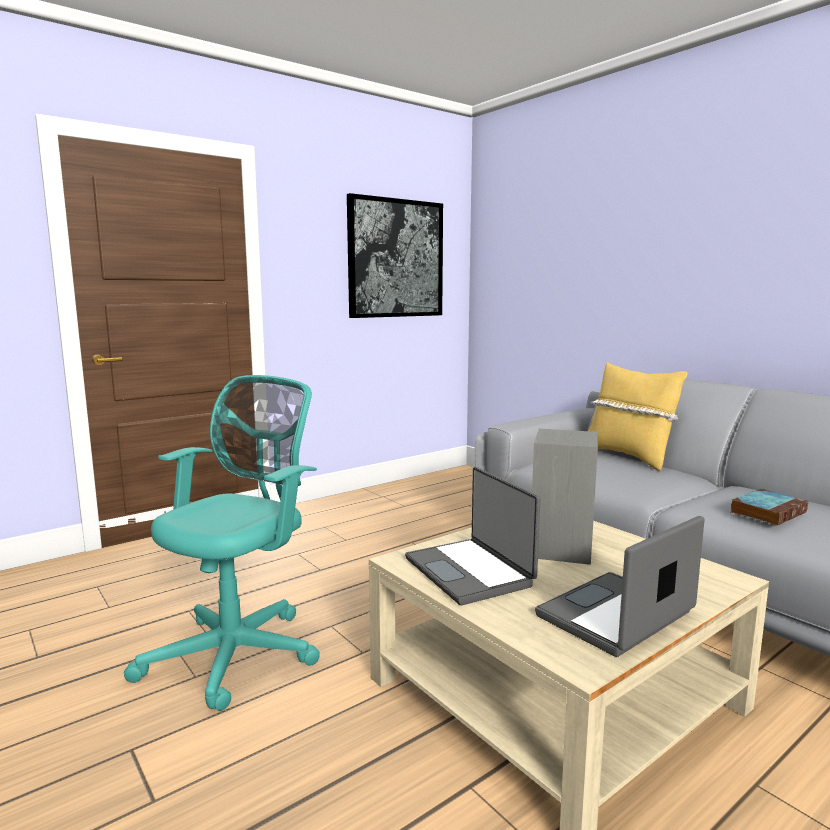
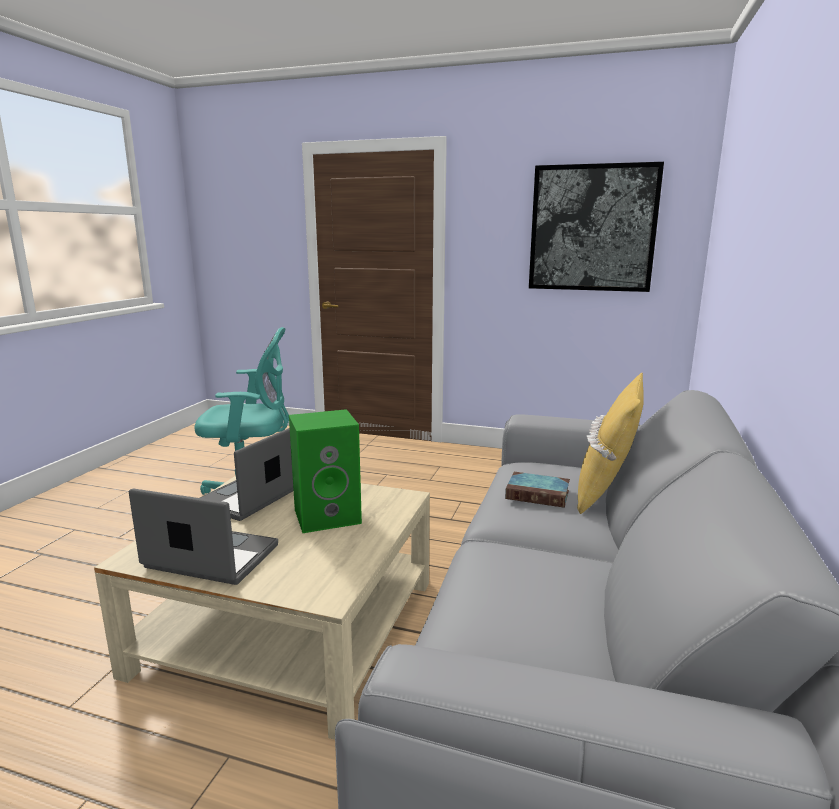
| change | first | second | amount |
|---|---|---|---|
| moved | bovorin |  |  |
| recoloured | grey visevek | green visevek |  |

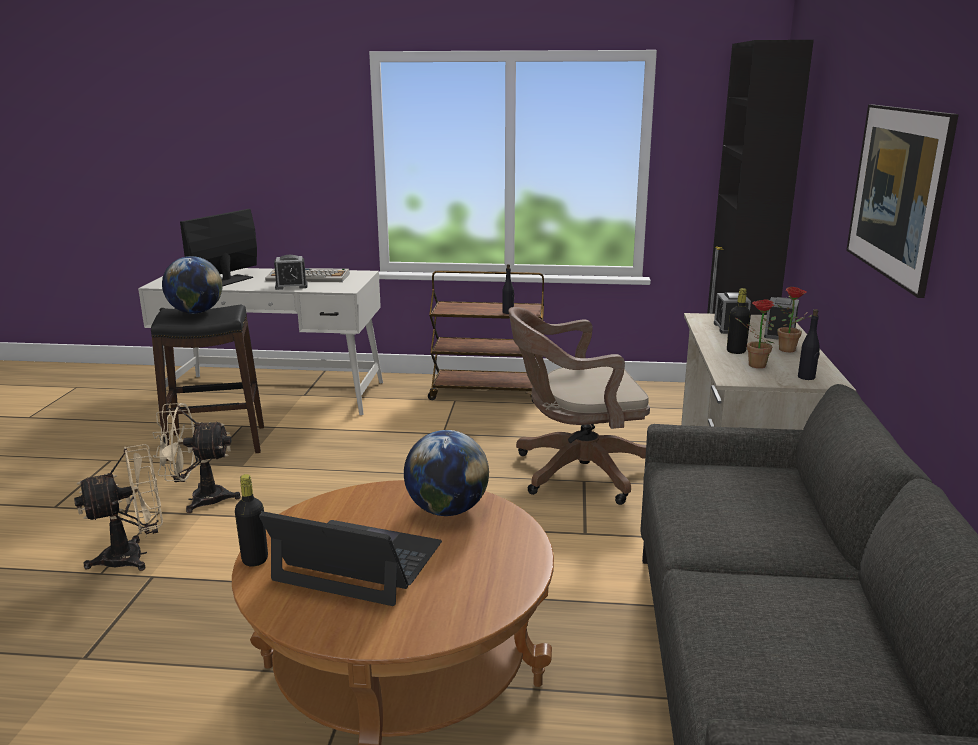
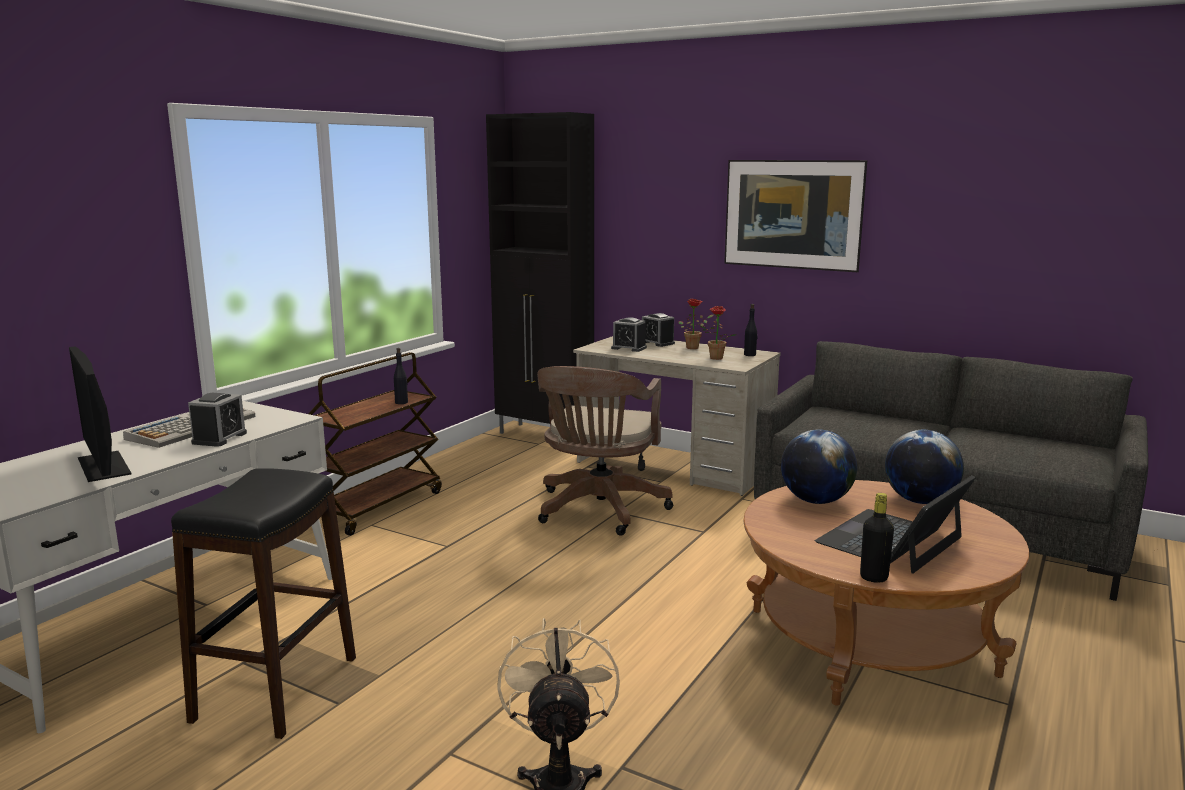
| change | first | second | amount |
|---|---|---|---|
| removed | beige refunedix (2nd from left) |  |  |
| removed | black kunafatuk (3rd from left) |  |  |
| moved | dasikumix (1st from left in the first image) | dasikumix (2nd from left) |  |

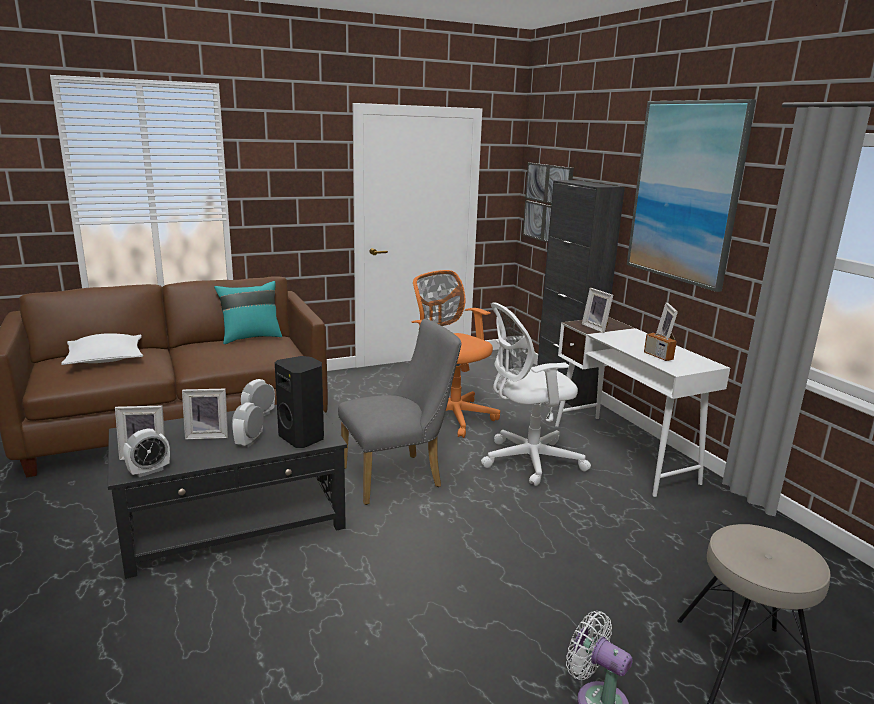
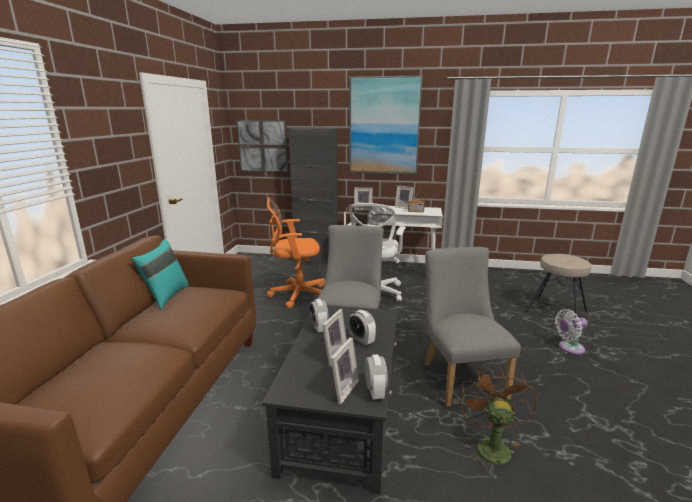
| change | first | second | amount |
|---|---|---|---|
| removed | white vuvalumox |  |  |
| removed | black visevek |  |  |
| added |  | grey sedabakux (2nd from left) |  |
| added |  | brown refunedix |  |

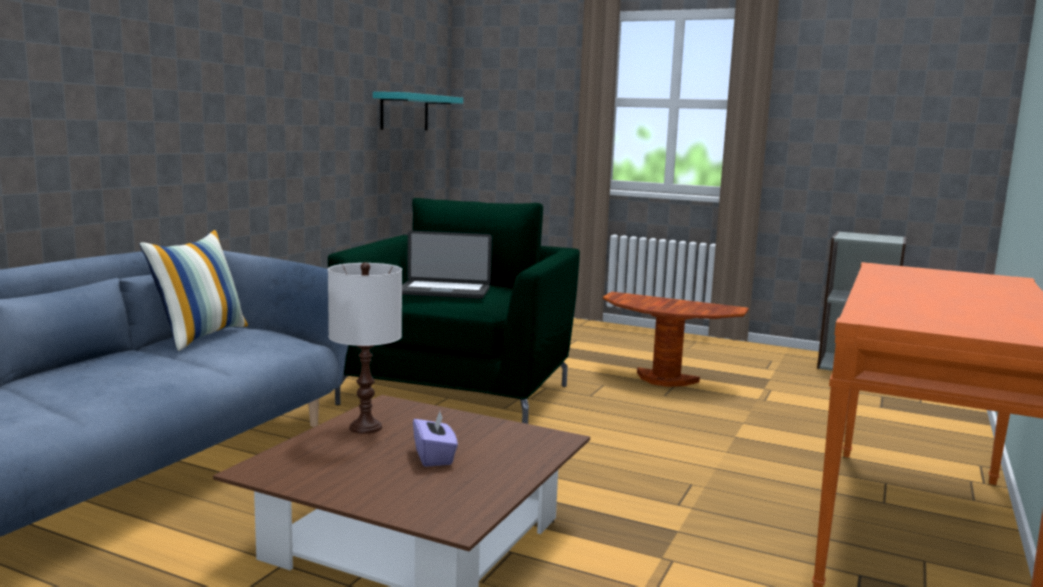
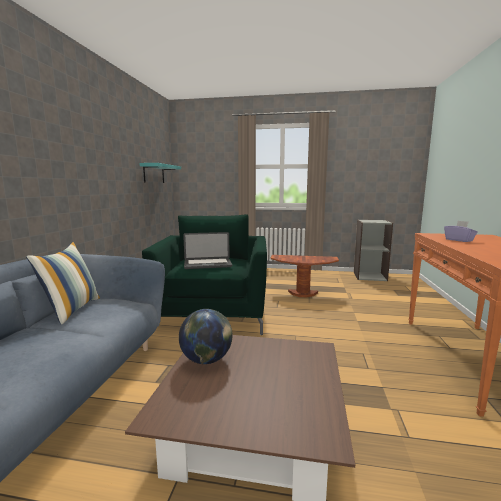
| change | first | second | amount |
|---|---|---|---|
| moved | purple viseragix |  |  |
| replaced | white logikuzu | dasikumix |  |

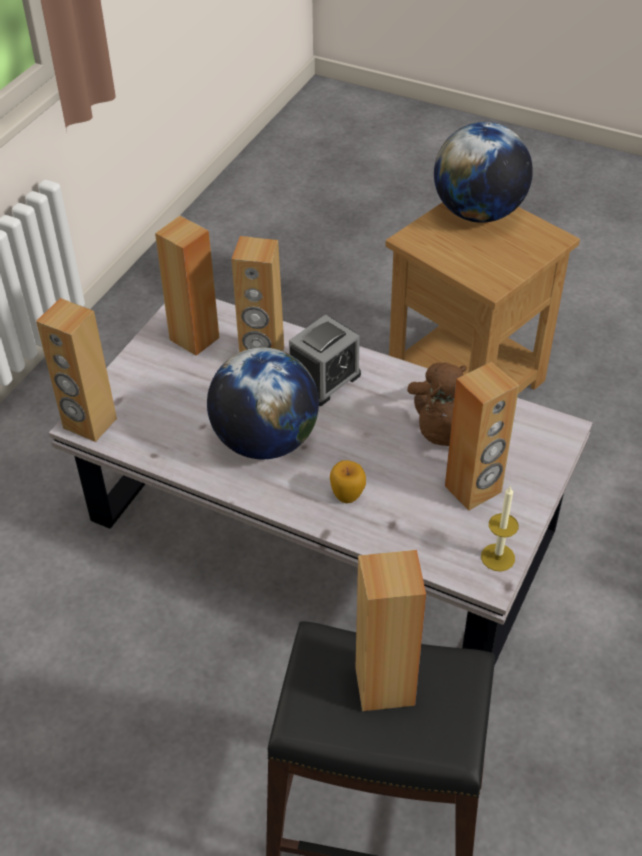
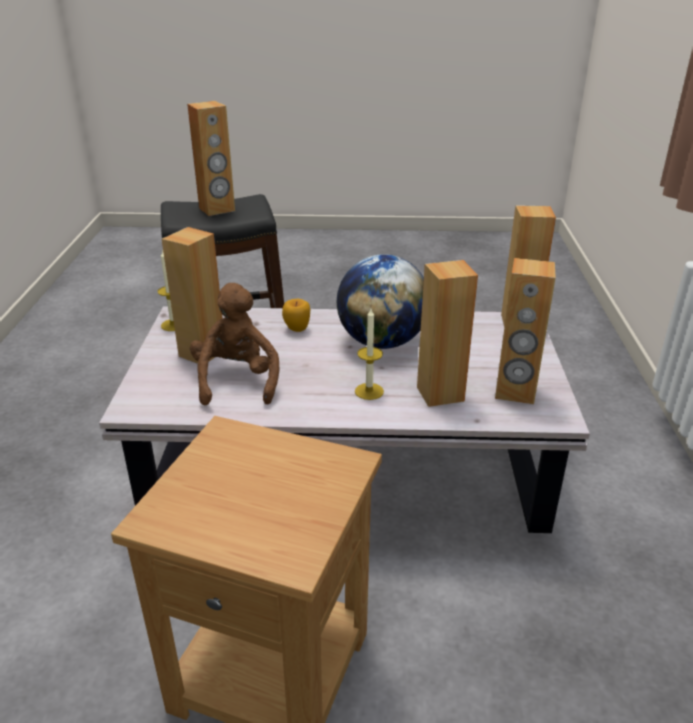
| change | first | second | amount |
|---|---|---|---|
| removed | dasikumix (2nd from left) |  |  |
| replaced | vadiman | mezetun (2nd from left) |  |

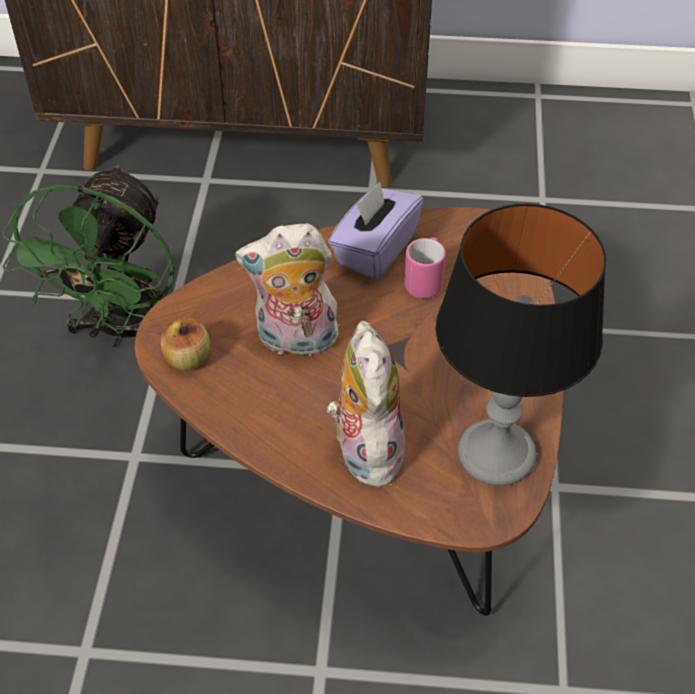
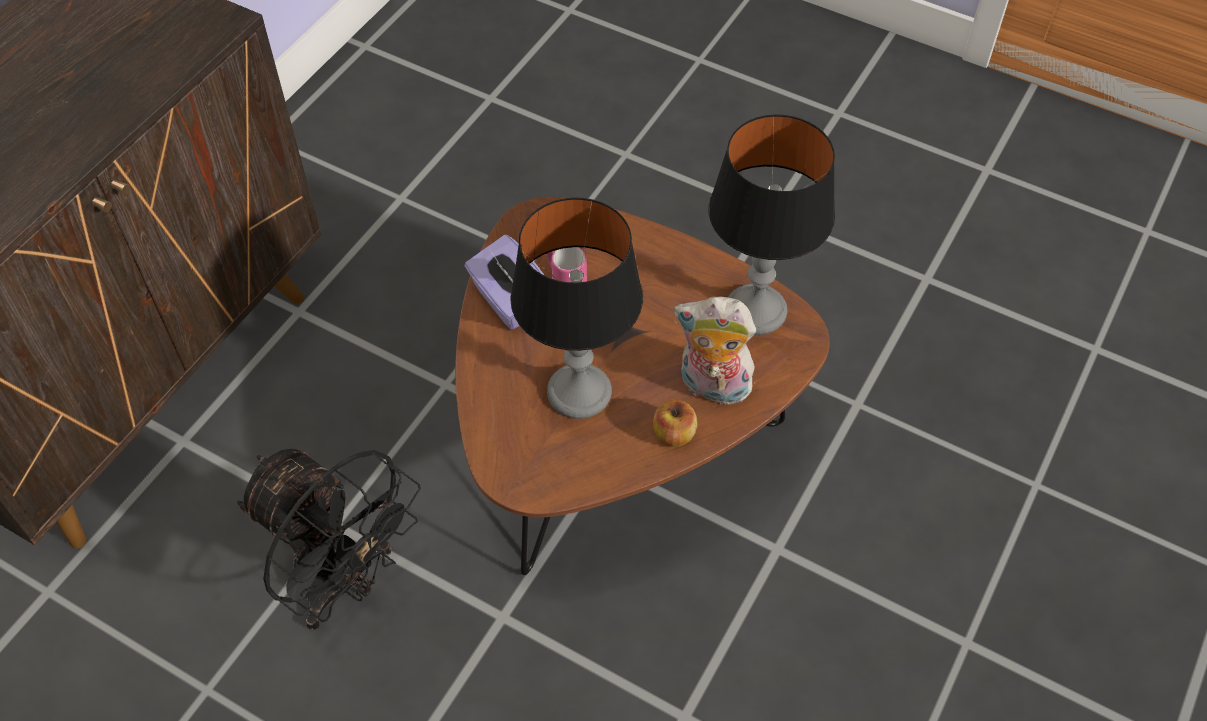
| change | first | second | amount |
|---|---|---|---|
| moved | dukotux |  |  |
| replaced | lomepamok (1st from left) | logikuzu (1st from left) |  |
| recoloured | green refunedix | black refunedix |  |

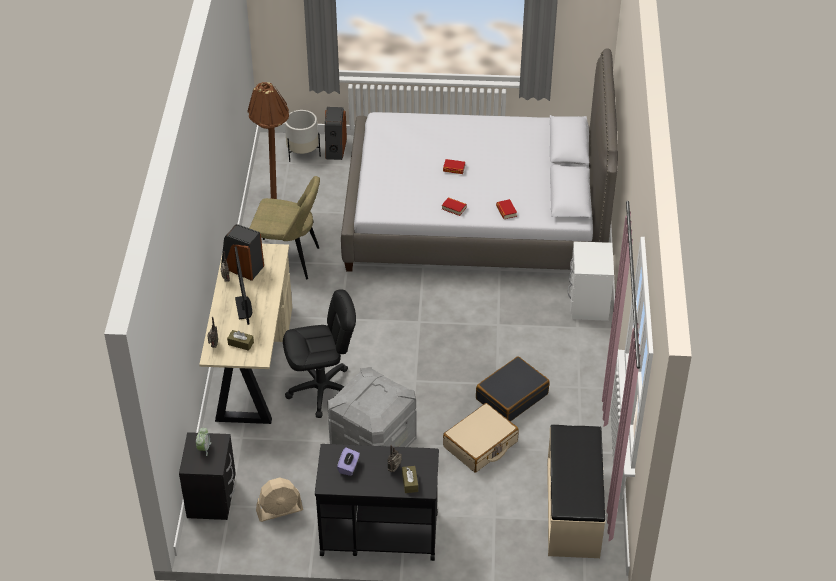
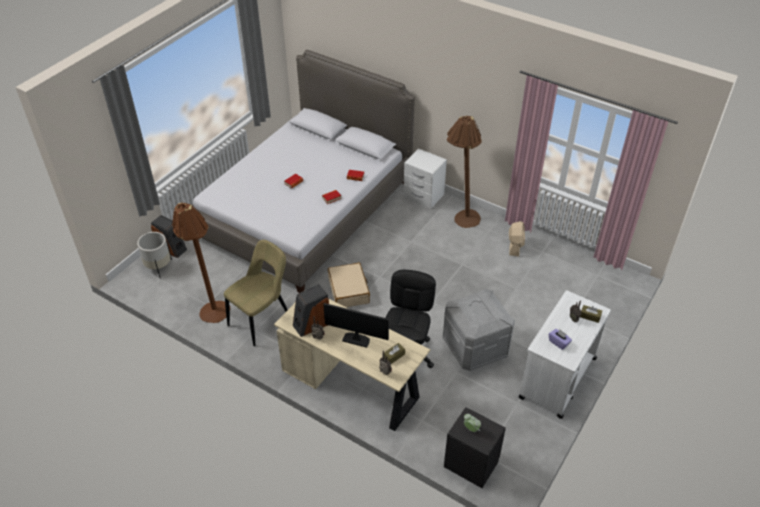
| change | first | second | amount |
|---|---|---|---|
| removed | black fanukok |  |  |
| removed | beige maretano |  |  |
| added |  | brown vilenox (2nd from left) |  |
| moved | beige refunedix |  |  |
| moved | beige fanukok |  |  |
| recoloured | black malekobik | white malekobik |  |

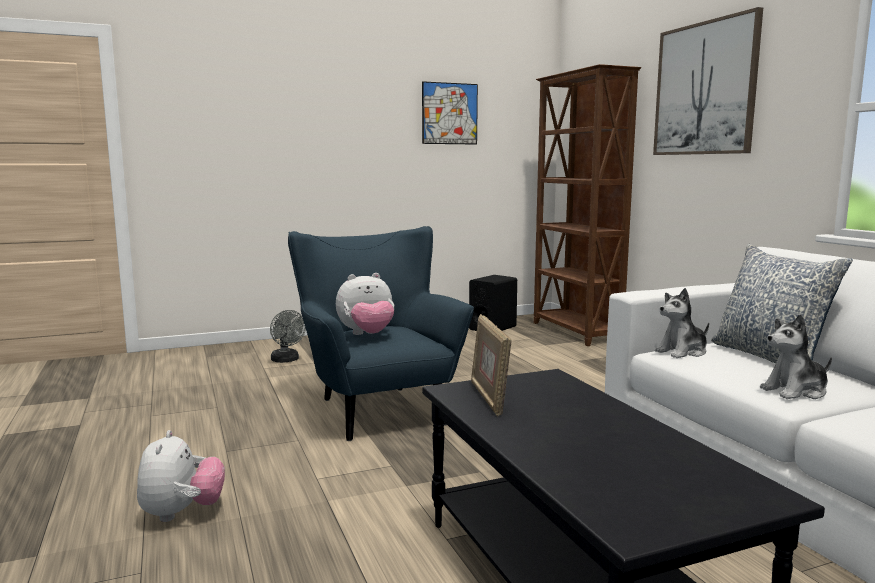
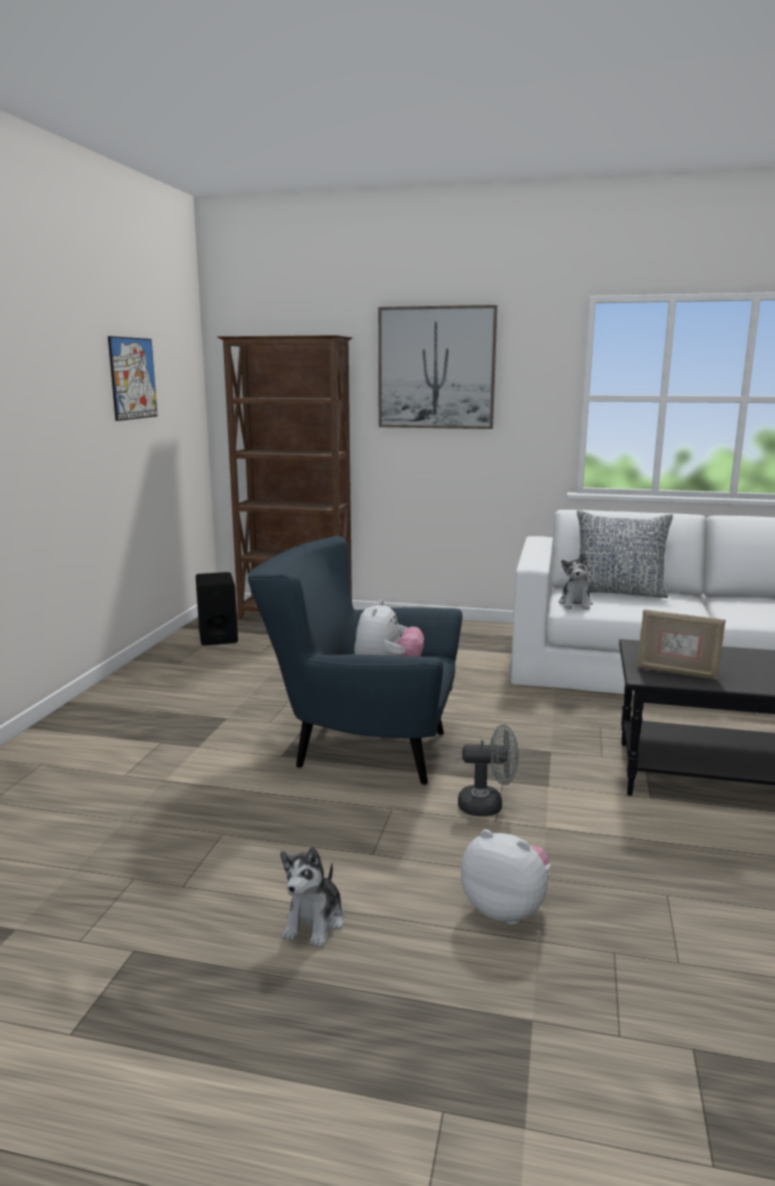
| change | first | second | amount |
|---|---|---|---|
| moved | grey refunedix |  |  |
| moved | lomepamok (4th from left in the first image) | lomepamok (1st from left) |  |

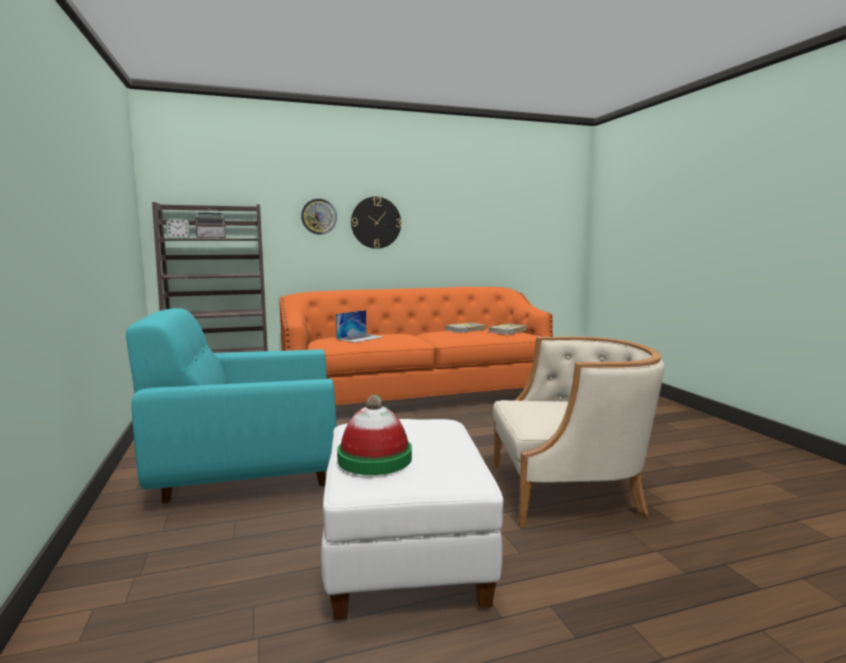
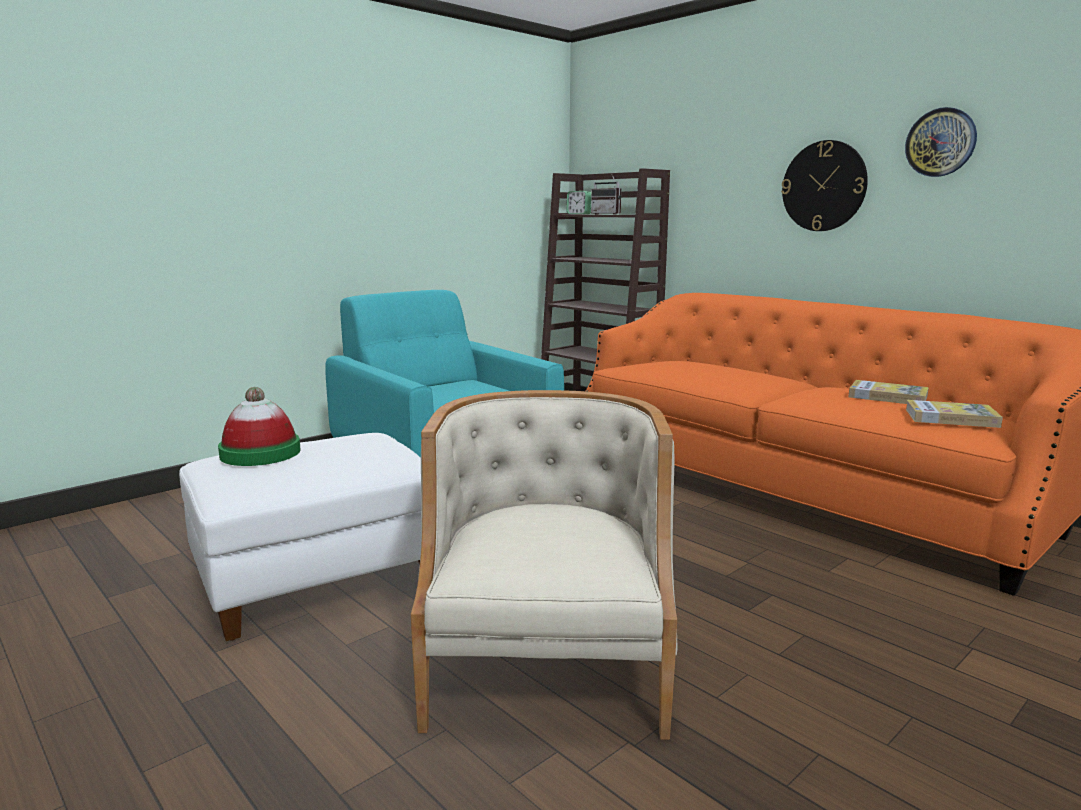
| change | first | second | amount |
|---|---|---|---|
| removed | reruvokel |  |  |
| moved | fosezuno (1st from left in the first image) | fosezuno (2nd from left) |  |
| turned | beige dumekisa |  | 150 degrees counterclockwise |

